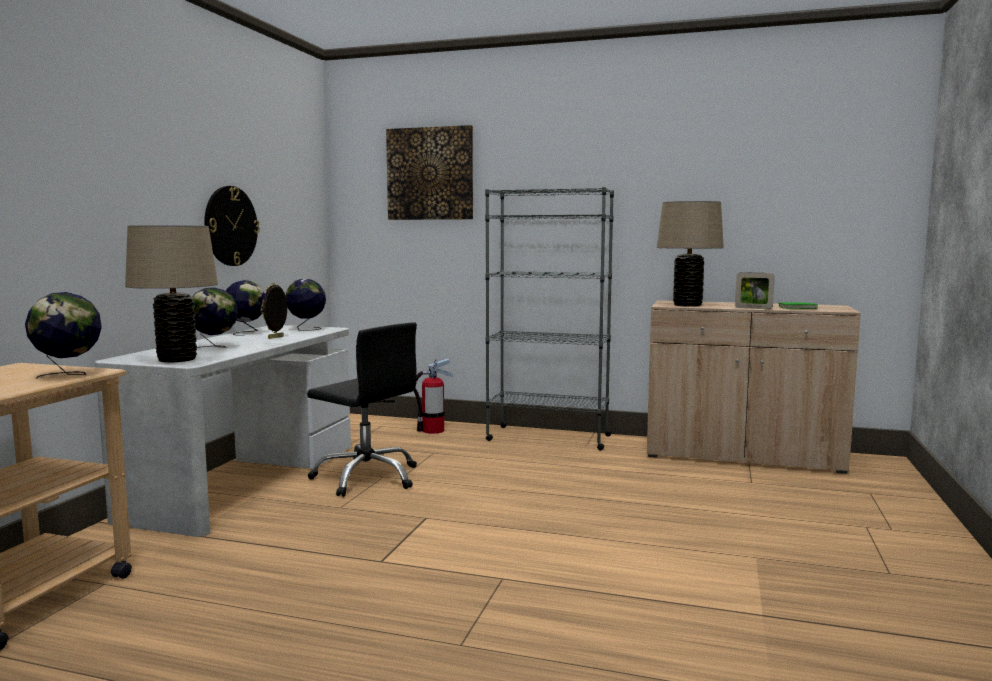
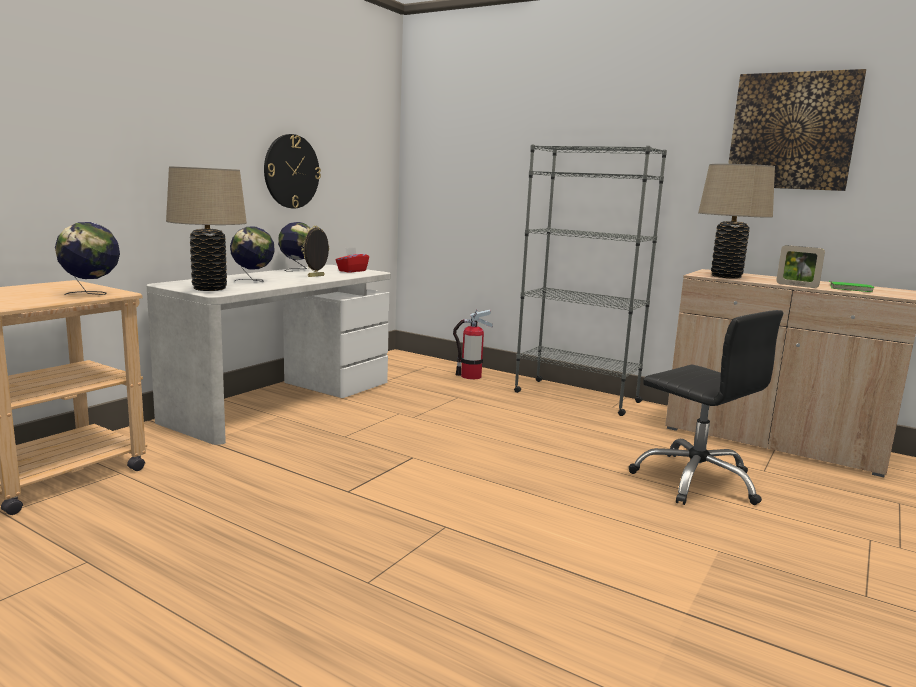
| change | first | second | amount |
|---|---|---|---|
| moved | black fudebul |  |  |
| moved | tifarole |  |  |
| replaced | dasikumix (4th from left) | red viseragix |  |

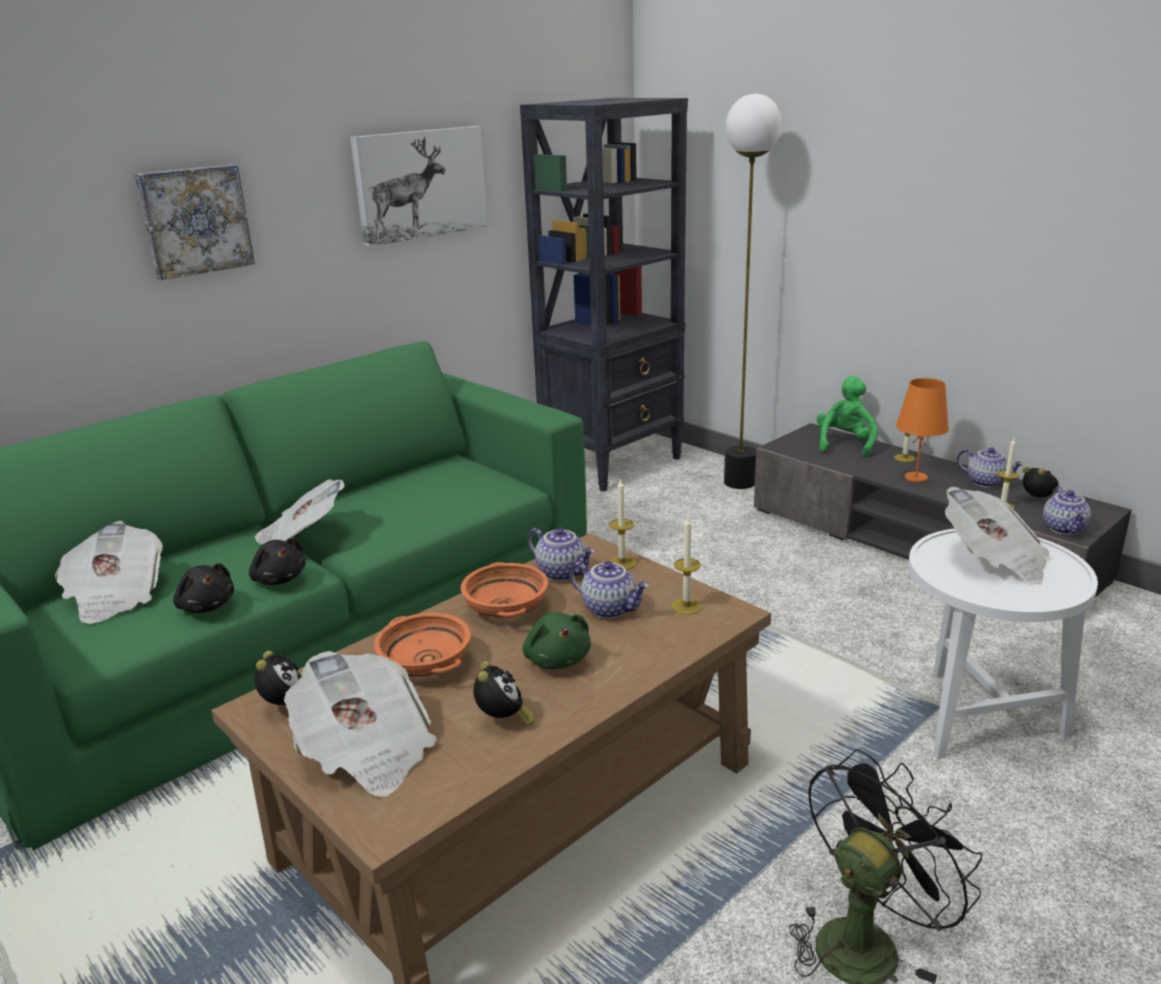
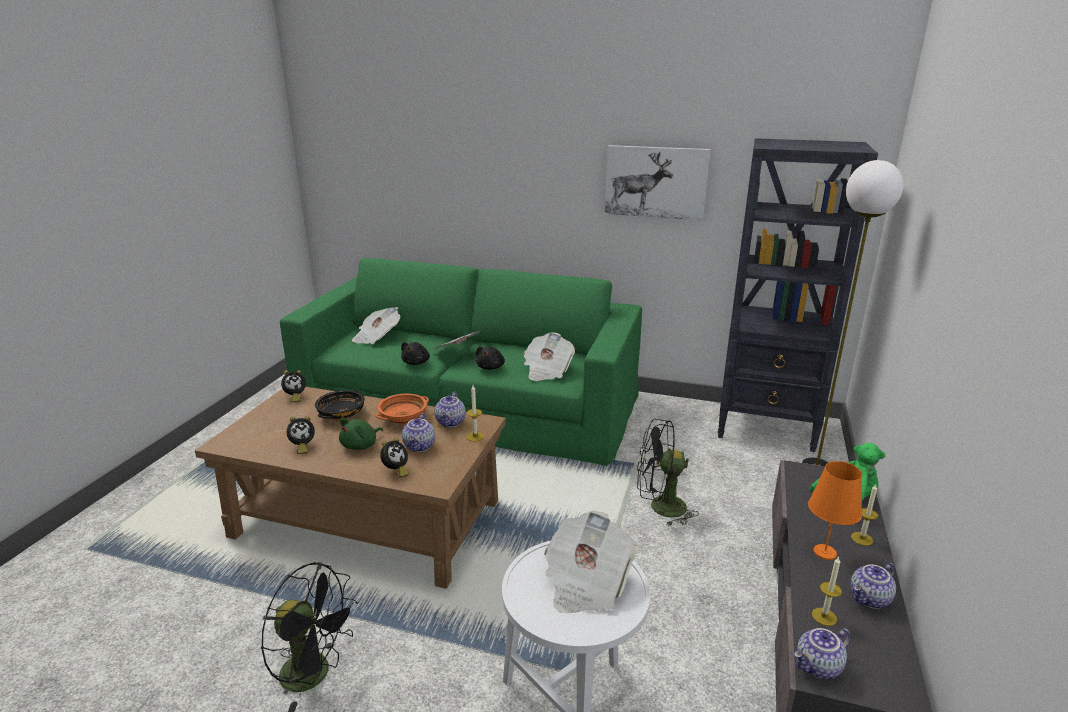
| change | first | second | amount |
|---|---|---|---|
| removed | tifarole (1st from left) |  |  |
| removed | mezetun (2nd from left) |  |  |
| added |  | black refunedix (2nd from left) |  |
| moved | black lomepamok (1st from left in the first image) | black lomepamok (2nd from left) |  |
| moved | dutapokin (3rd from left) |  |  |
| moved | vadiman (3rd from left) |  |  |
| recoloured | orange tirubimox (1st from left) | black tirubimox |  |
| turned | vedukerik (3rd from left in the first image) | vedukerik (4th from left) | 45 degrees clockwise |

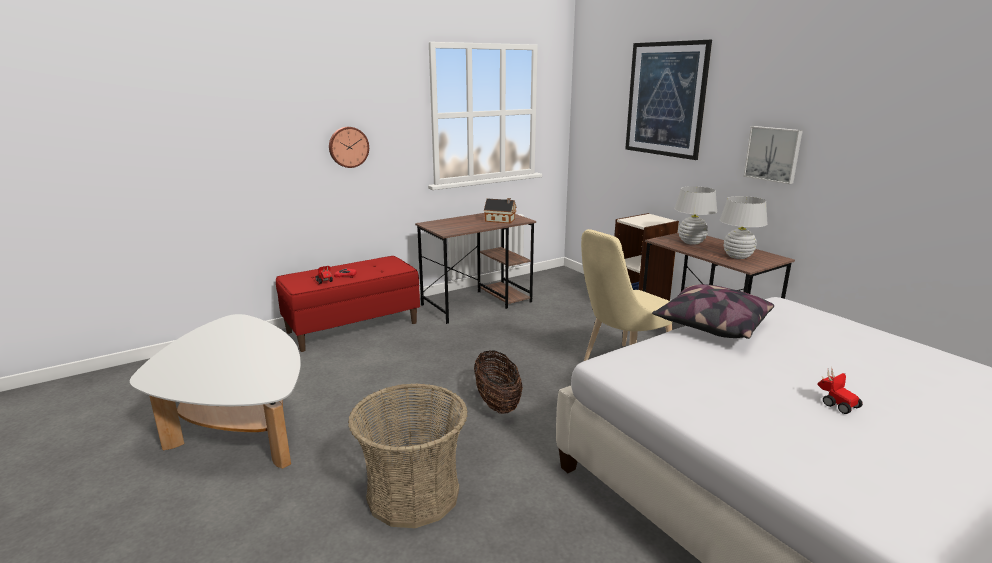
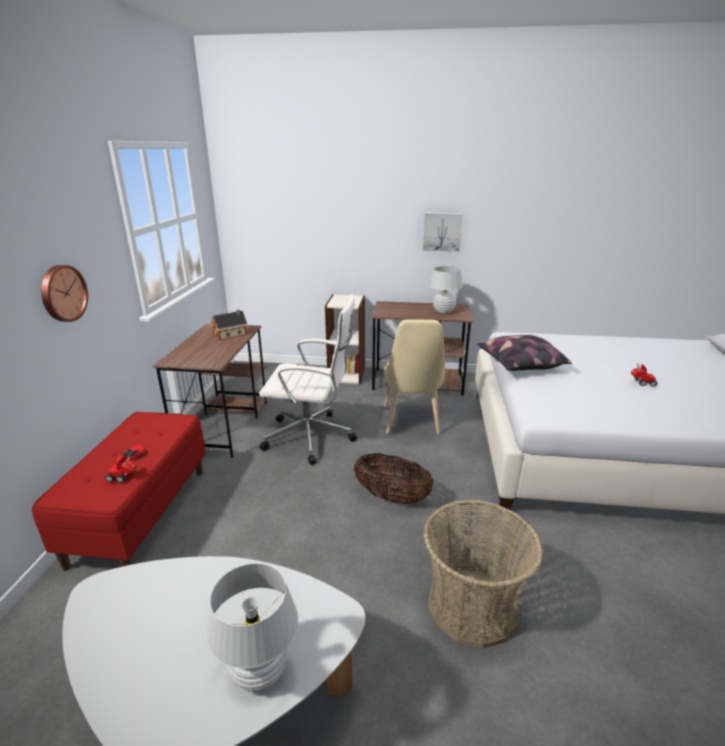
| change | first | second | amount |
|---|---|---|---|
| removed | tifarole (1st from left) |  |  |
| added |  | white fudebul |  |
| moved | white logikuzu (1st from left) |  |  |

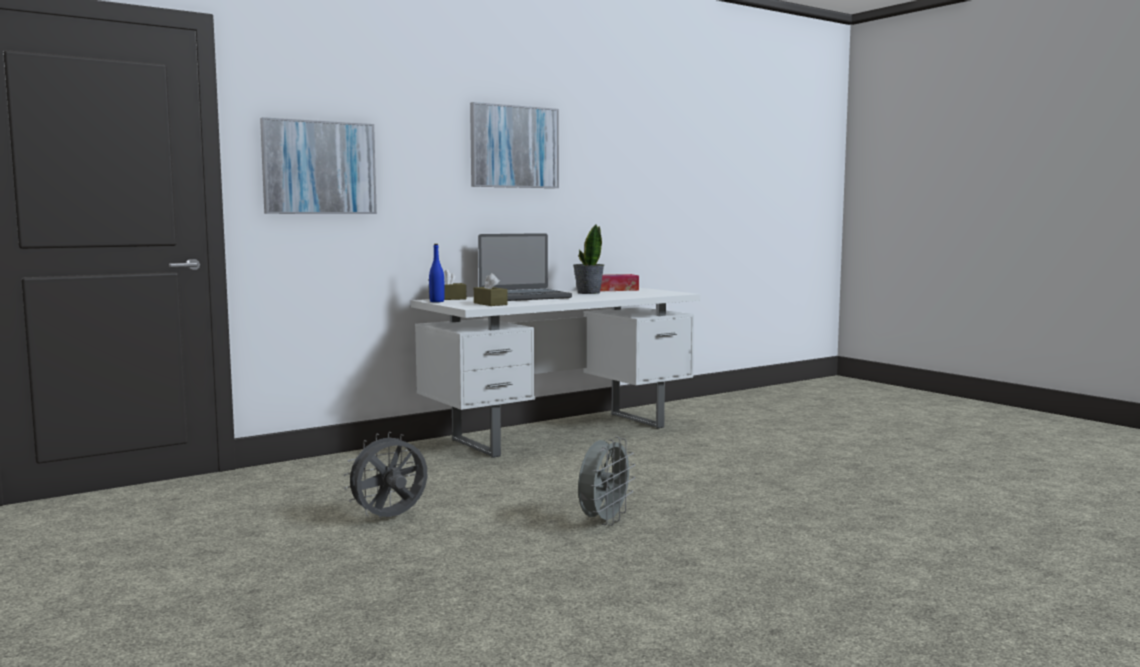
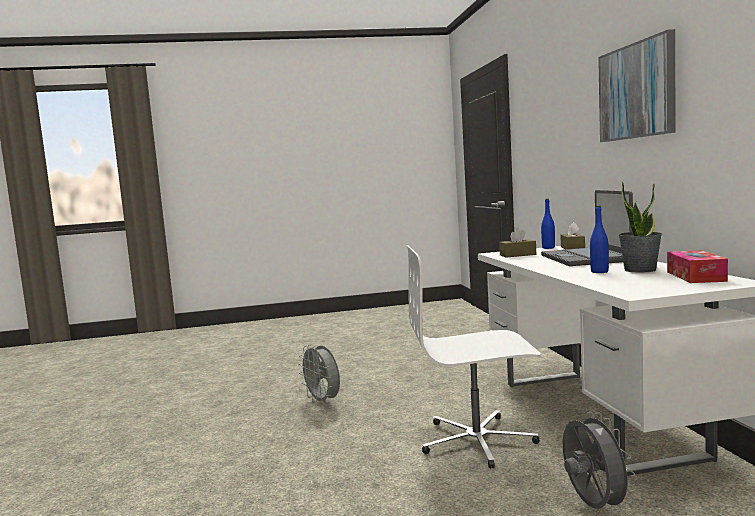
| change | first | second | amount |
|---|---|---|---|
| removed | tifarole (1st from left) |  |  |
| added |  | white fudebul |  |
| added |  | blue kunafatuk (2nd from left) |  |
| moved | grey refunedix (1st from left in the first image) | grey refunedix (2nd from left) |  |

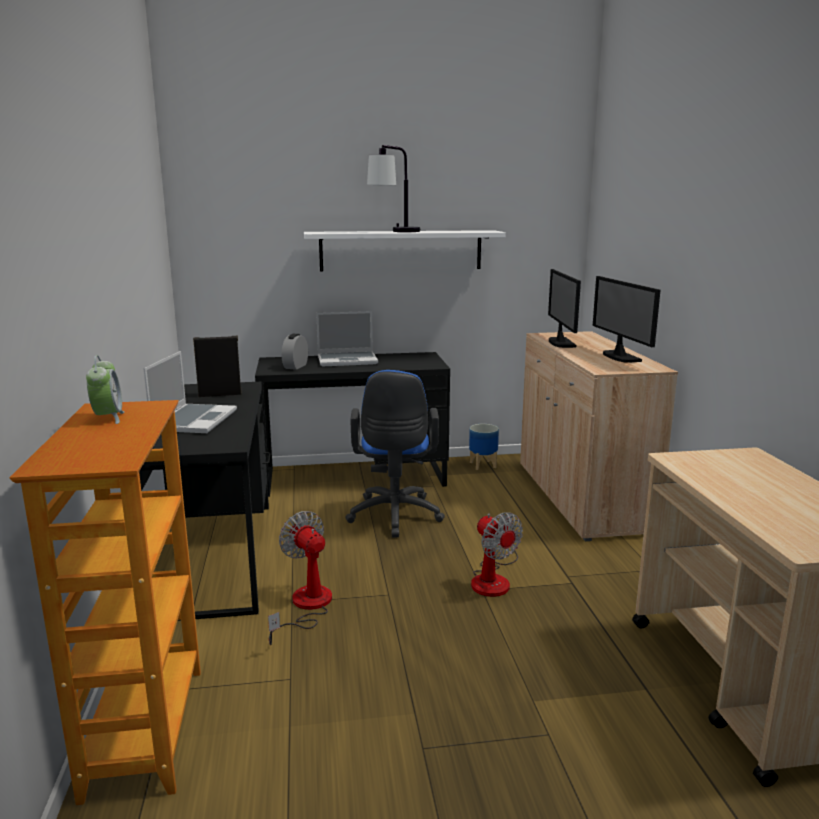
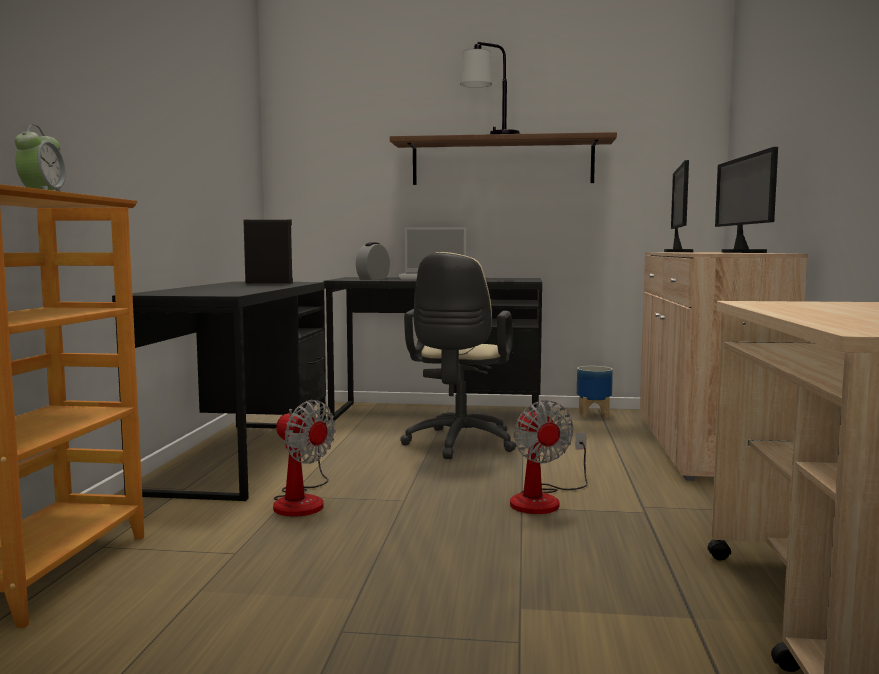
| change | first | second | amount |
|---|---|---|---|
| removed | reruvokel (1st from left) |  |  |
| recoloured | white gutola | brown gutola |  |
| recoloured | blue fudebul | beige fudebul |  |
| turned | refunedix (1st from left) |  | 150 degrees clockwise |

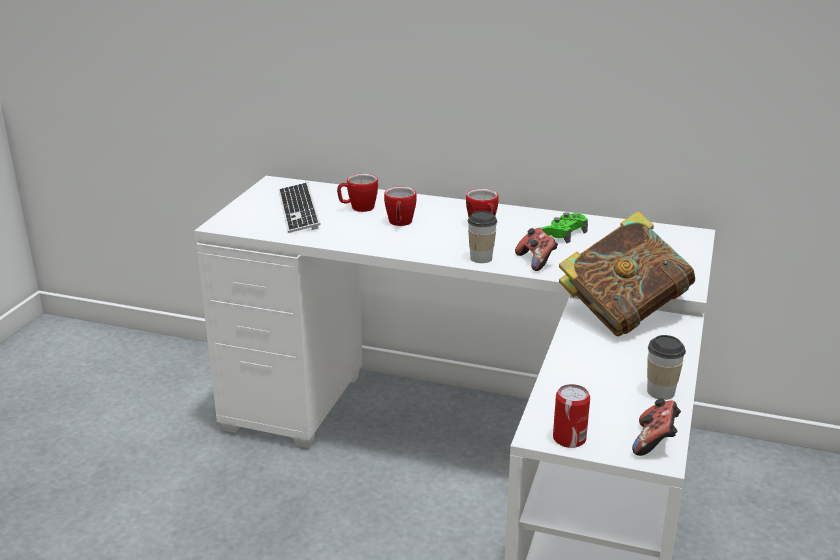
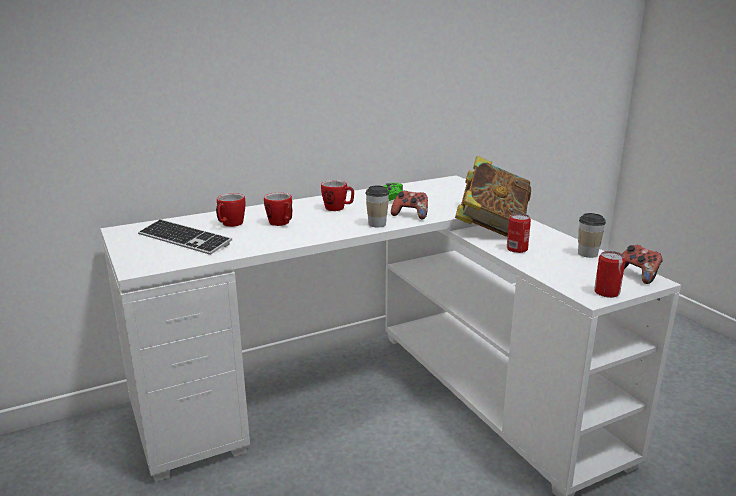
| change | first | second | amount |
|---|---|---|---|
| added |  | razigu (1st from left) |  |

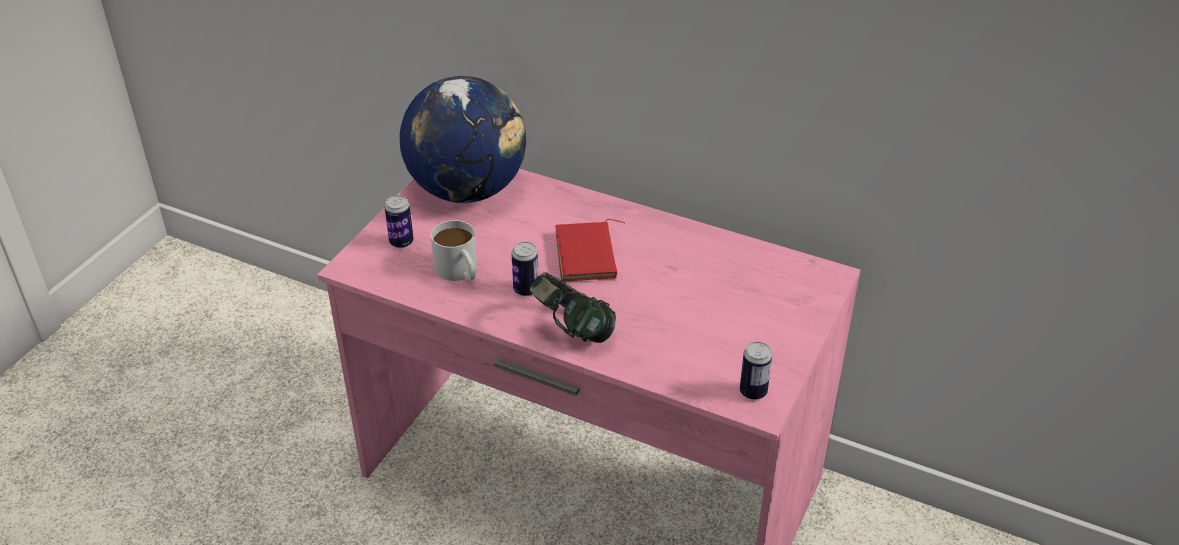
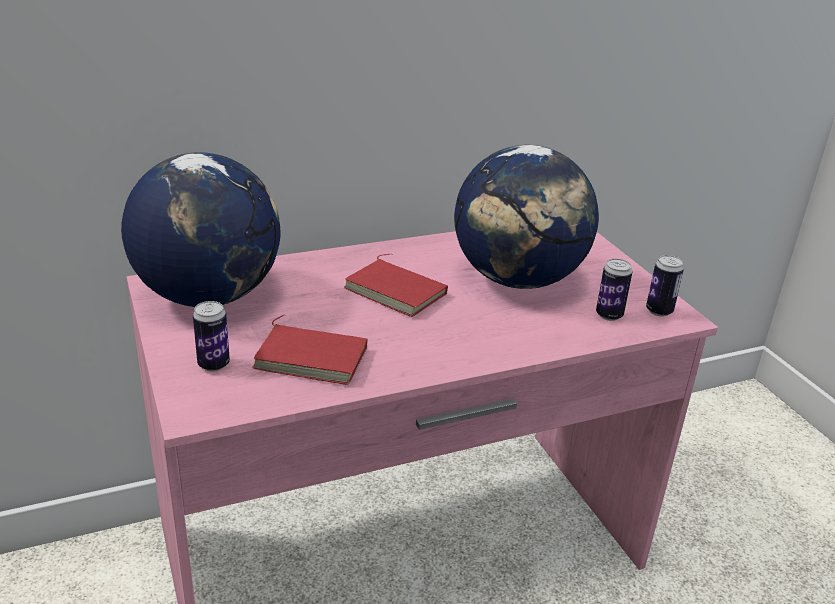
| change | first | second | amount |
|---|---|---|---|
| removed | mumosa |  |  |
| added |  | dasikumix (2nd from left) |  |
| moved | razigu (2nd from left) |  |  |
| replaced | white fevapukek | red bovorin (1st from left) |  |

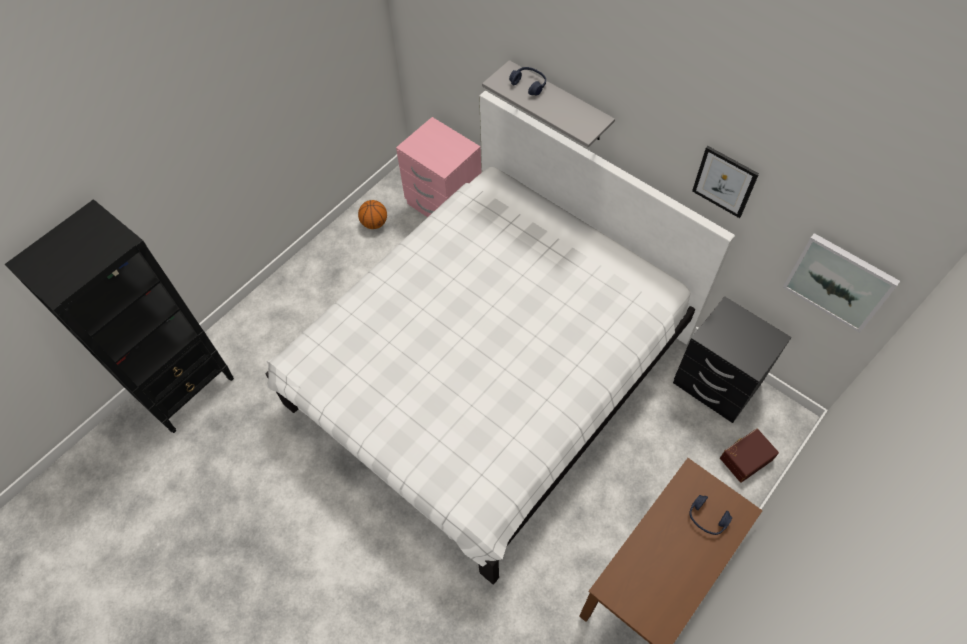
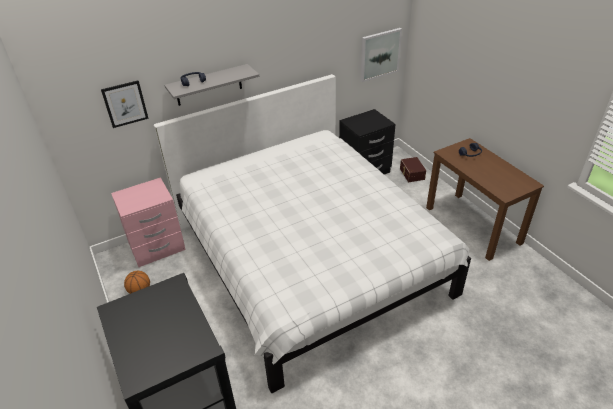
| change | first | second | amount |
|---|---|---|---|
| moved | tifarole (1st from left) |  |  |

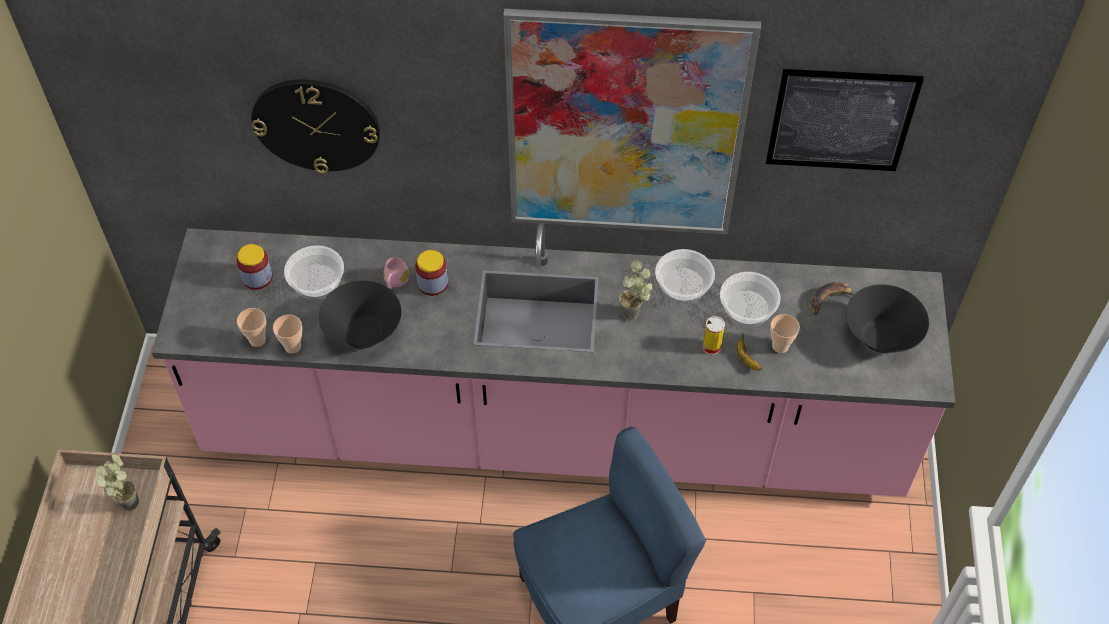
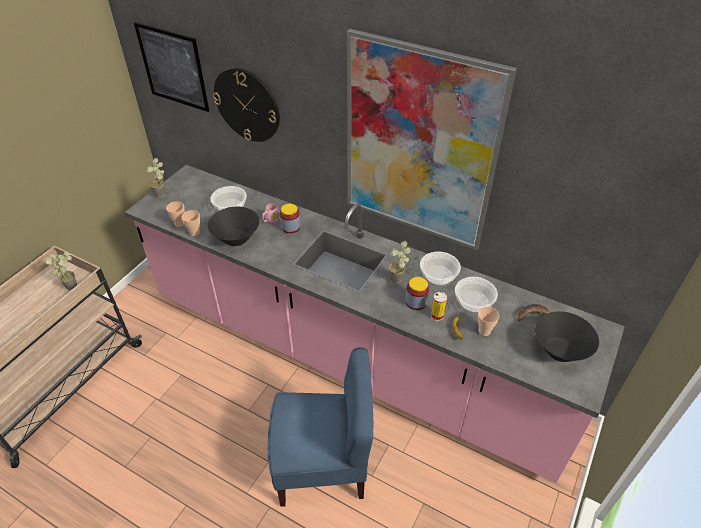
| change | first | second | amount |
|---|---|---|---|
| added |  | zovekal (2nd from left) |  |
| moved | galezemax (1st from left in the first image) | galezemax (2nd from left) |  |
| moved | tifarole (2nd from left in the first image) | tifarole (1st from left) |  |

